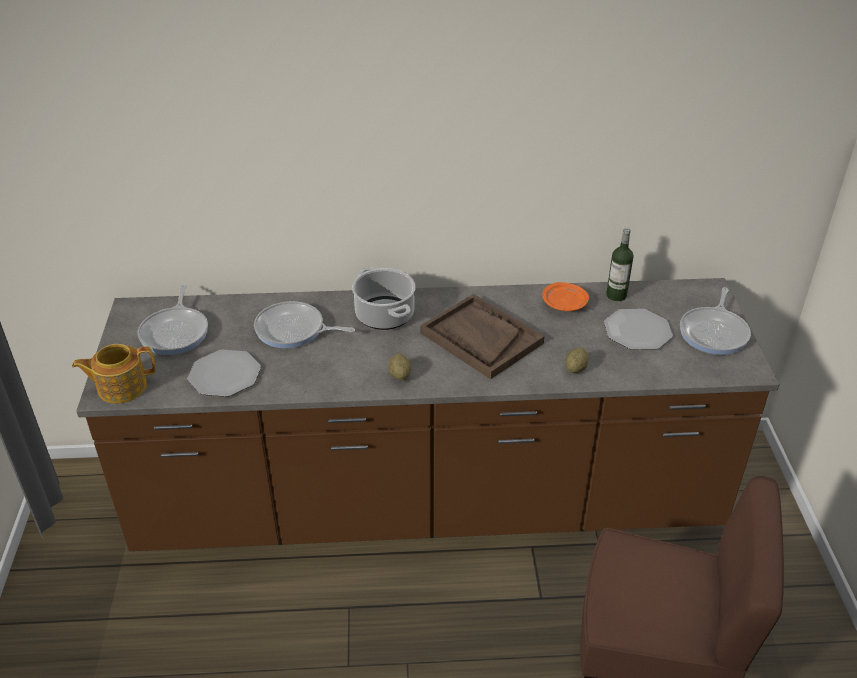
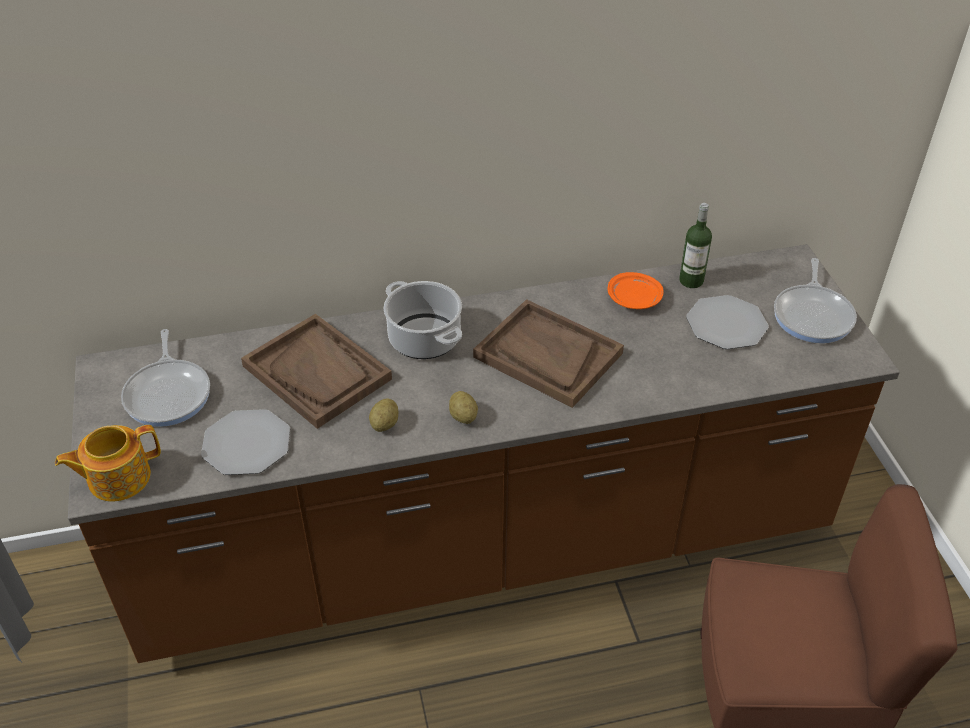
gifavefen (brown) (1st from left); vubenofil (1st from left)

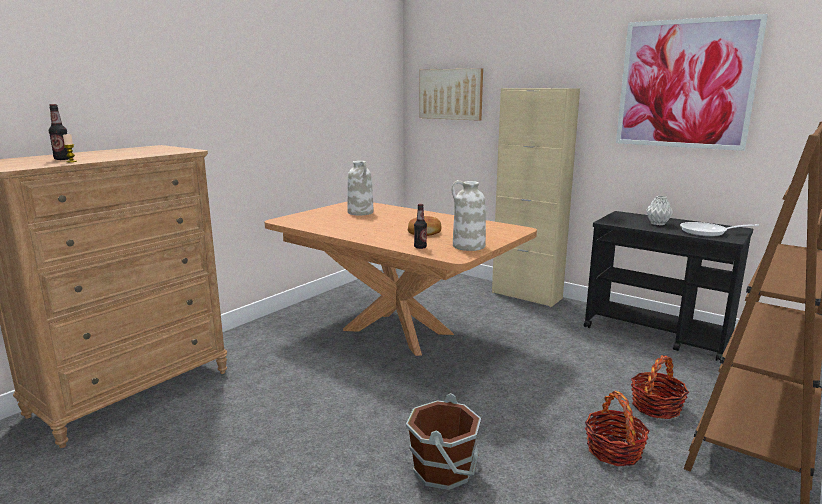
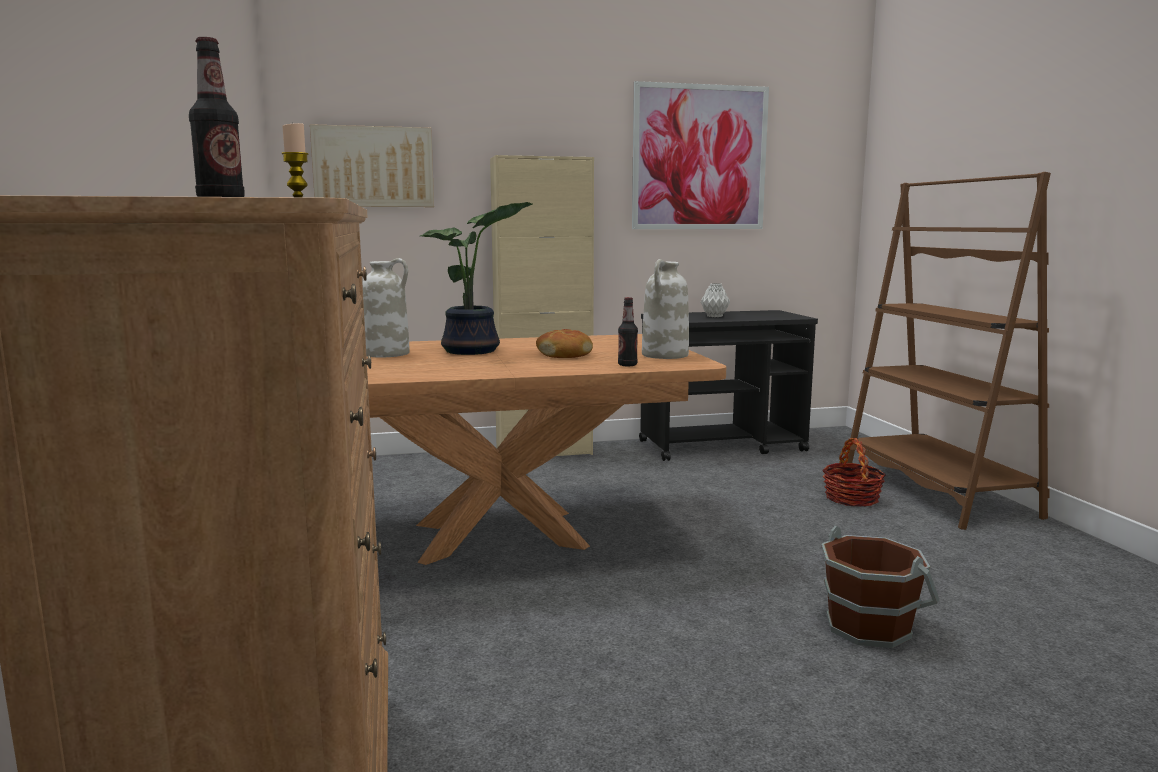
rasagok (1st from left in the first image); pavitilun; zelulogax

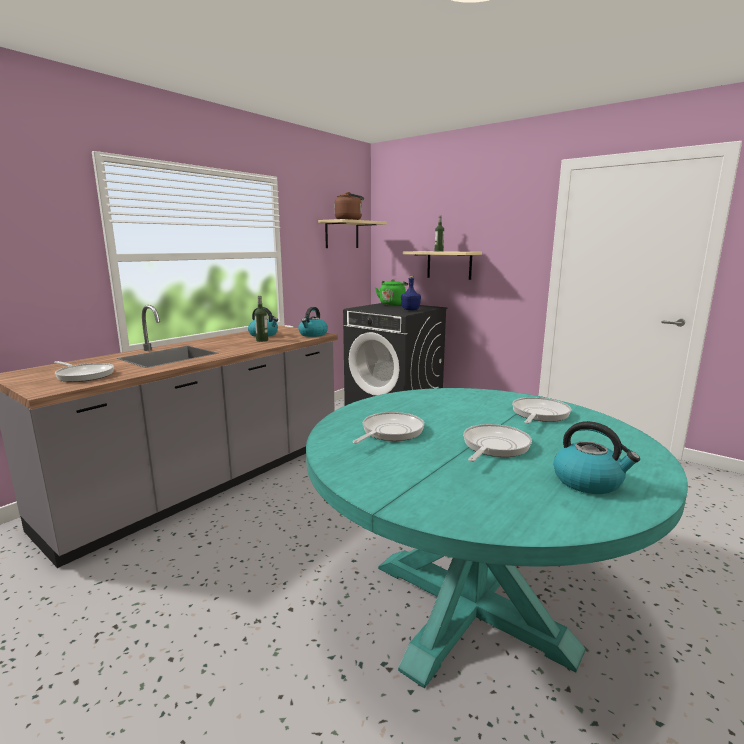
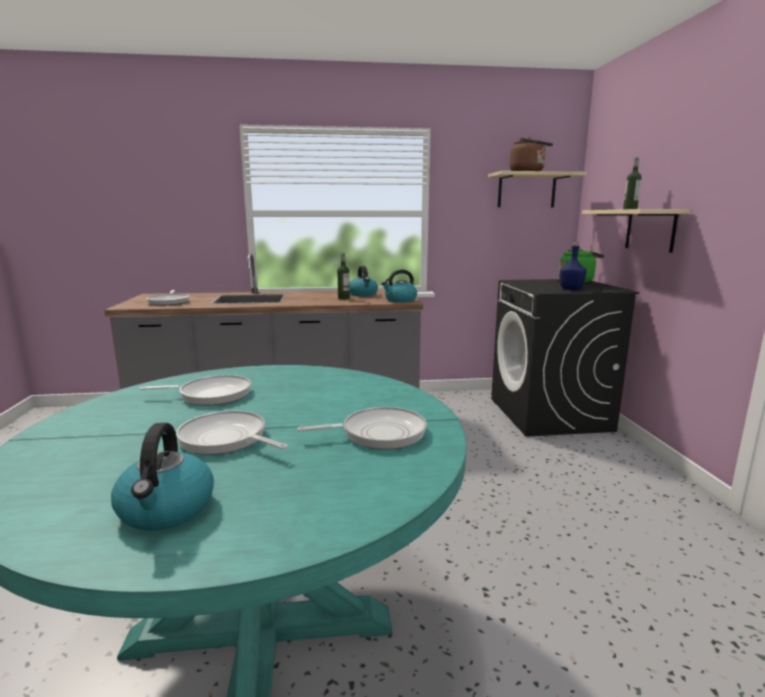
pavitilun (3rd from left)

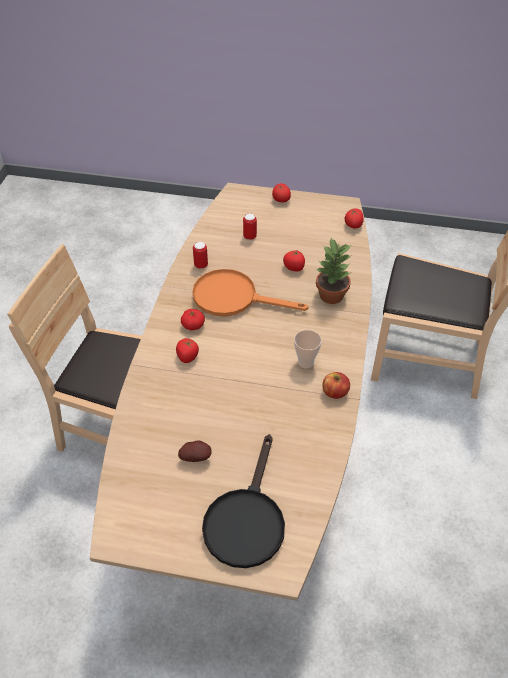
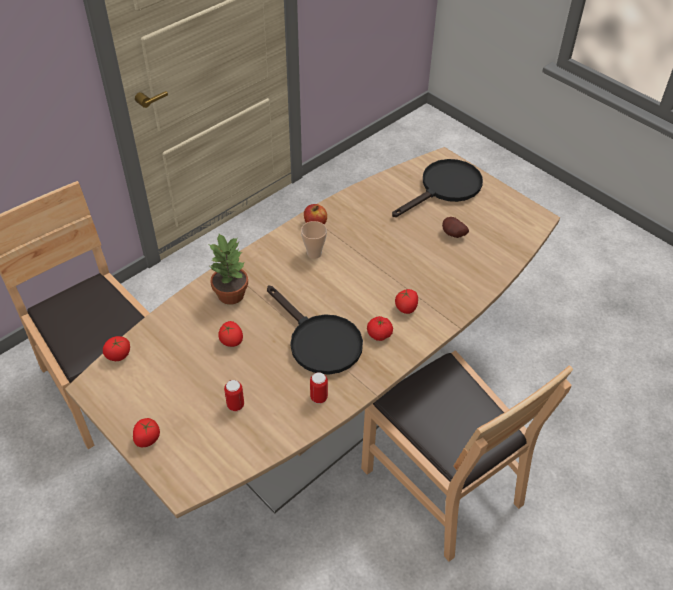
pavitilun (black) (1st from left)

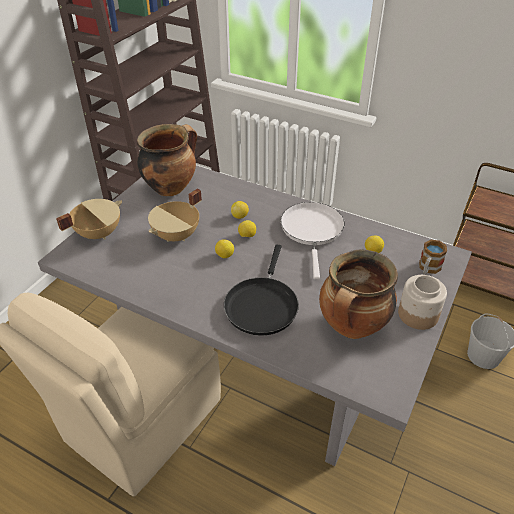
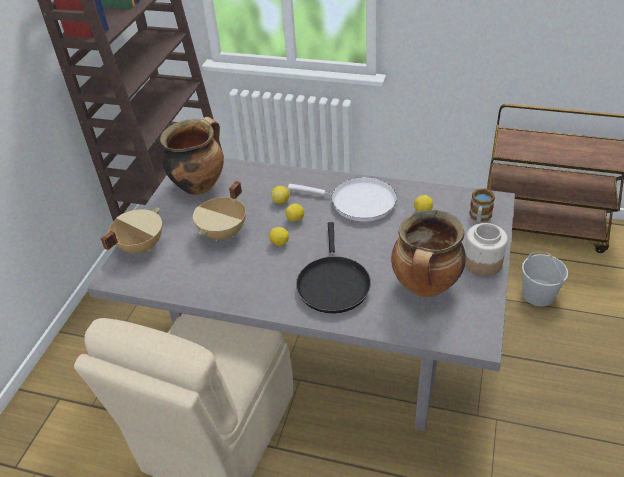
pavitilun (white)

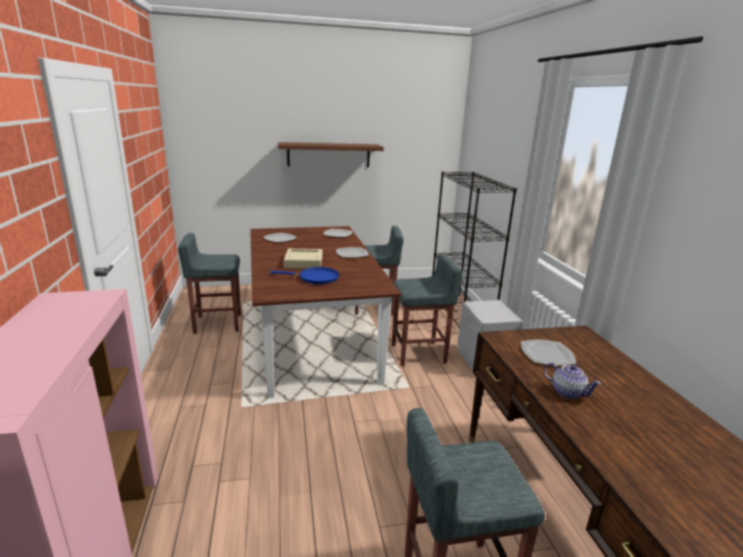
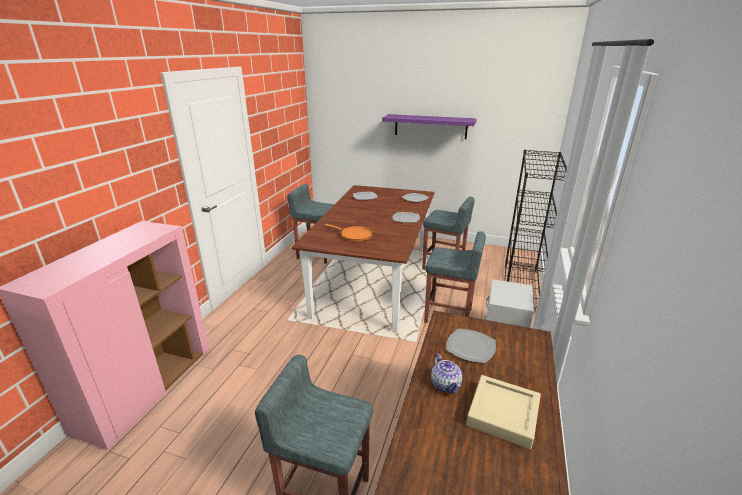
pavitilun (orange); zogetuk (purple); gifavefen (beige)

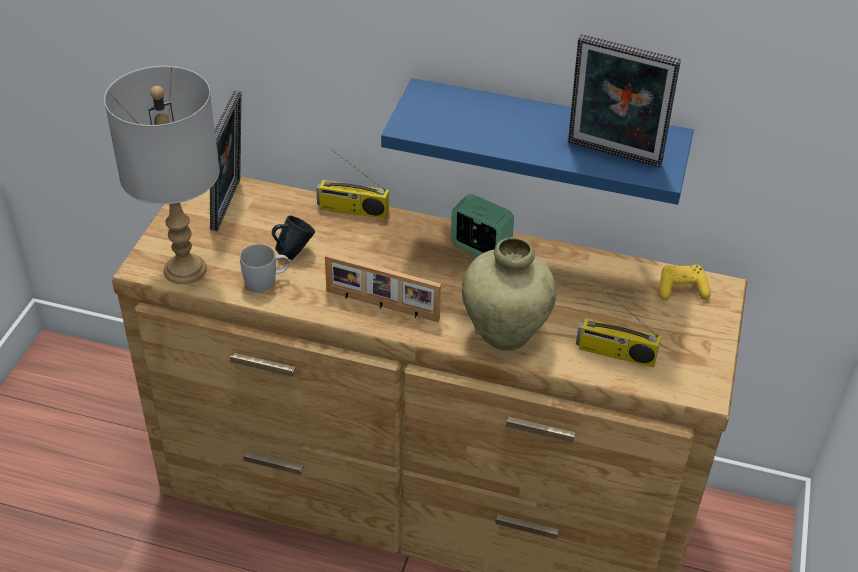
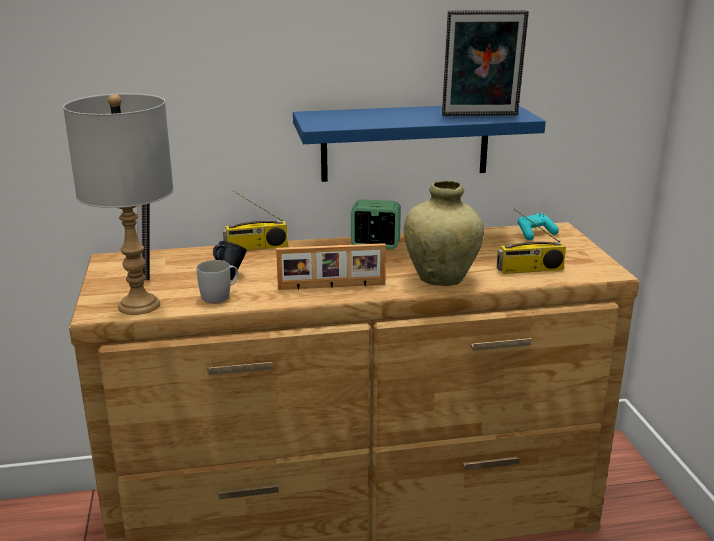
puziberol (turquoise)

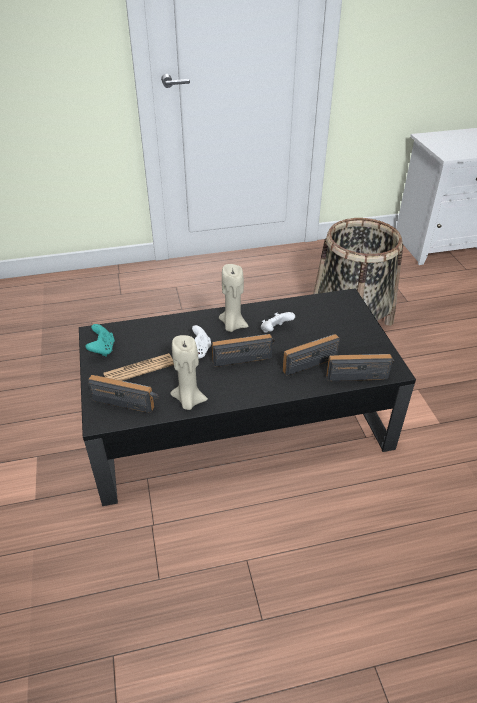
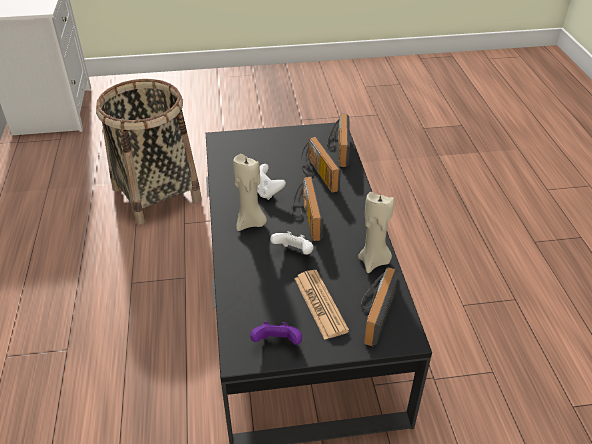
puziberol (purple)

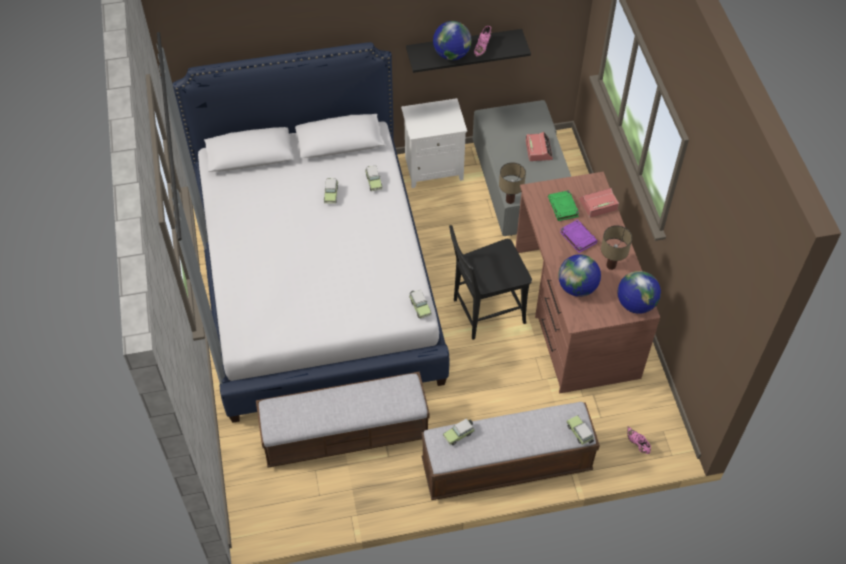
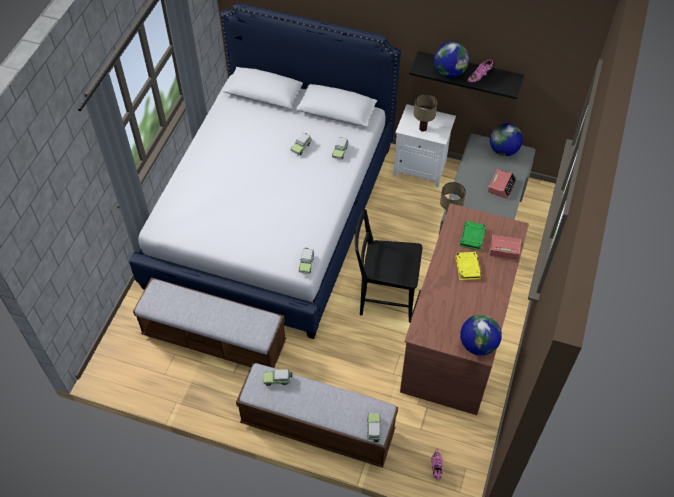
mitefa (3rd from left); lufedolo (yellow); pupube (1st from left)

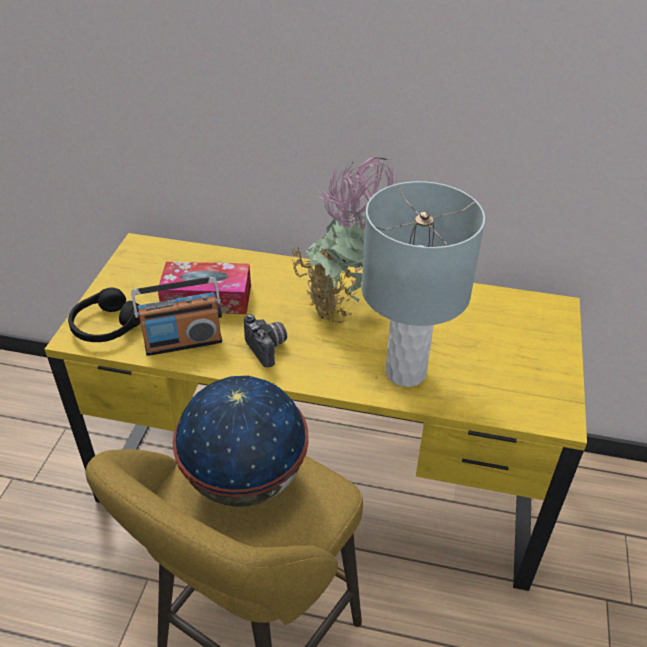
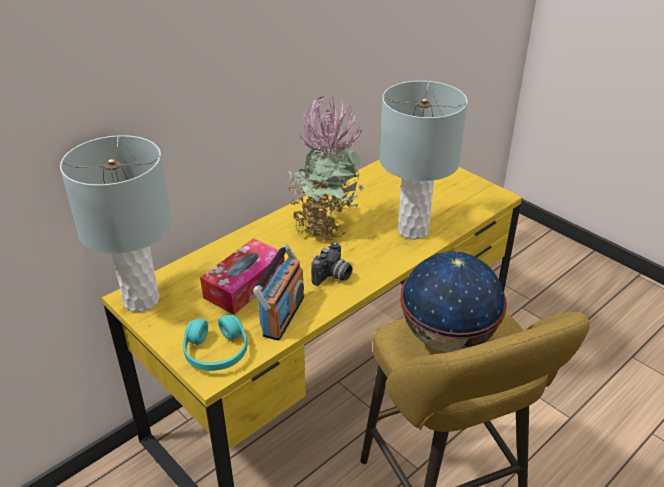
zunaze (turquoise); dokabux; pupube (grey) (1st from left)

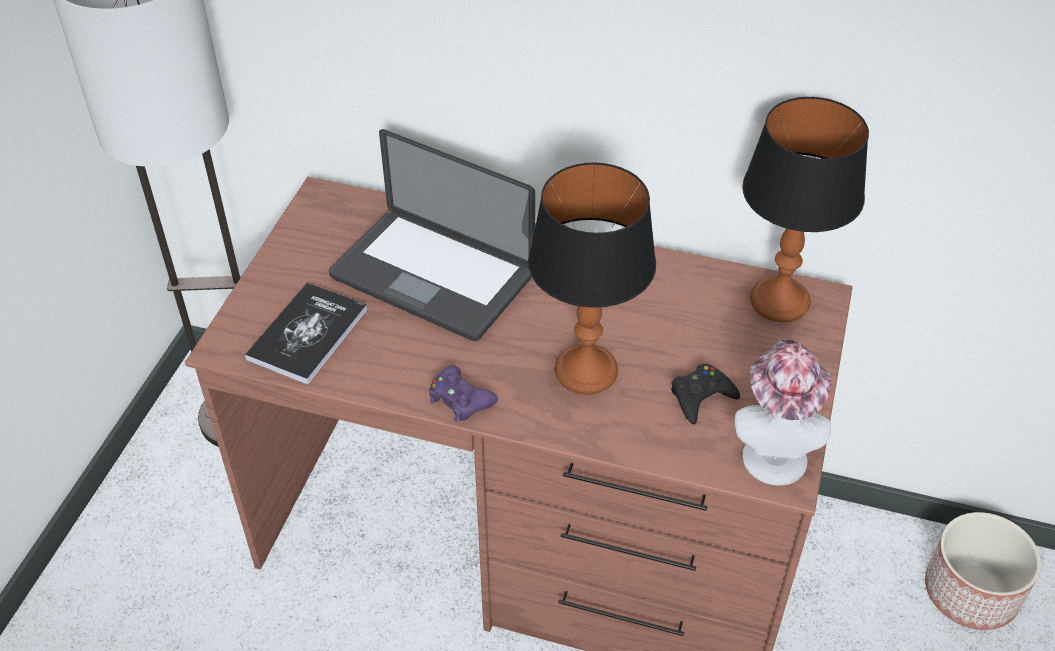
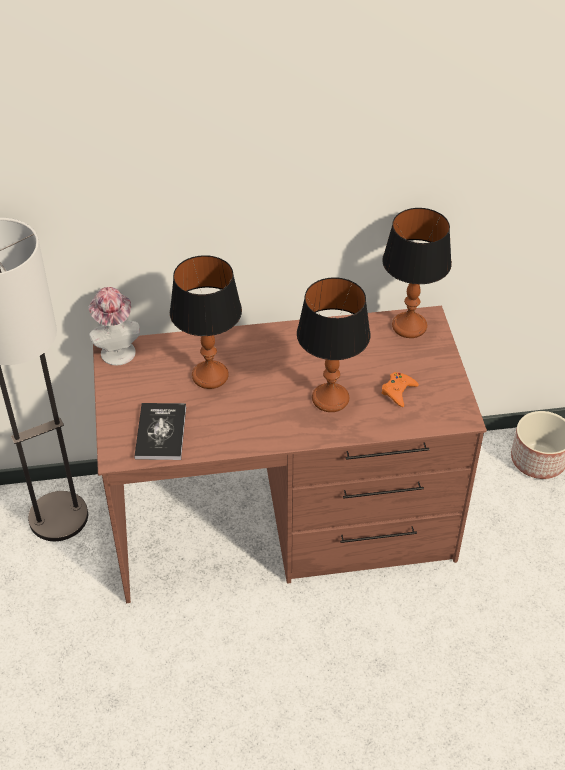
pupube (1st from left); puziberol (purple); puziberol (orange); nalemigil

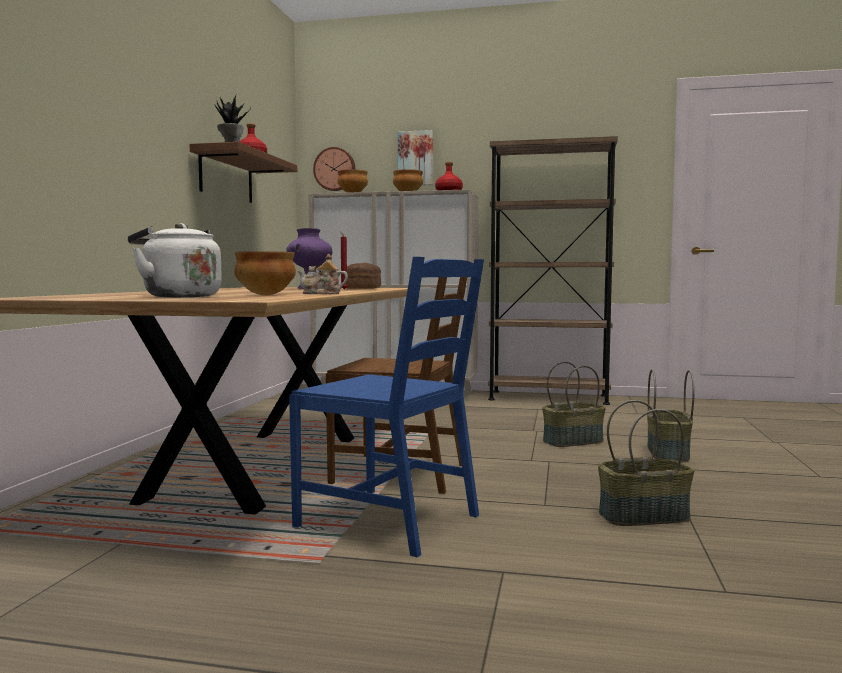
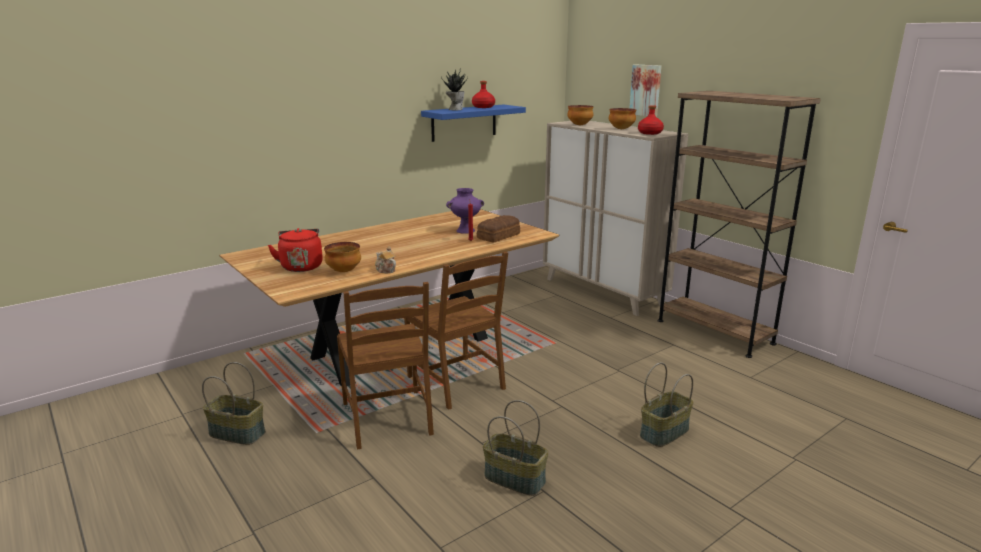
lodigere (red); zogetuk (blue); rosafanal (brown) (1st from left); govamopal; rasagok (1st from left)

